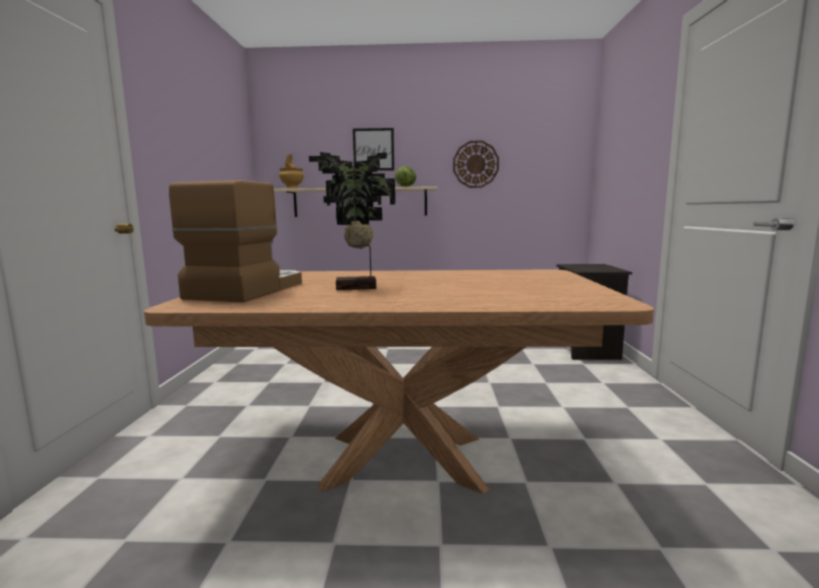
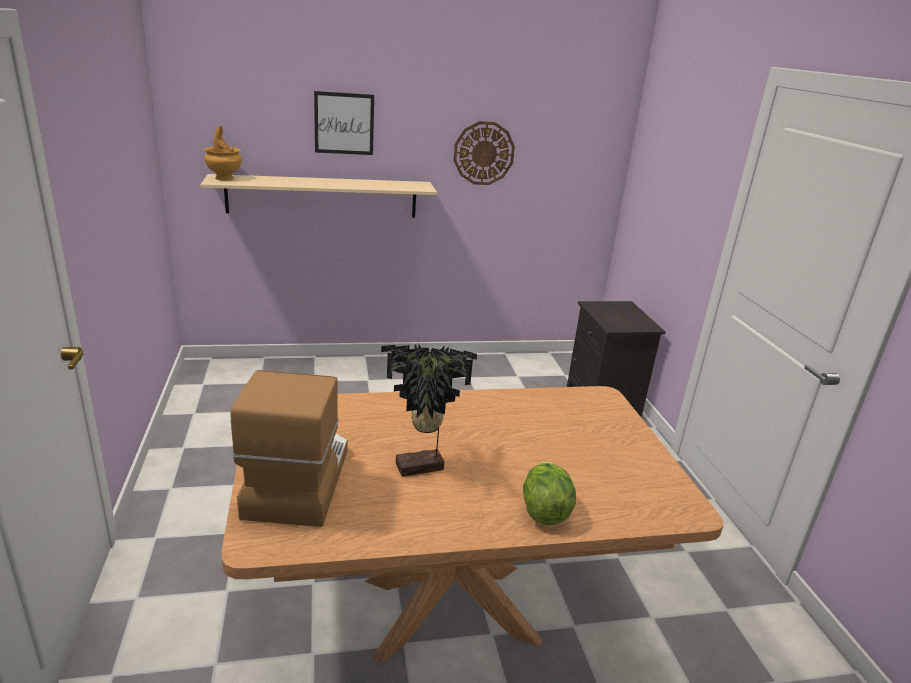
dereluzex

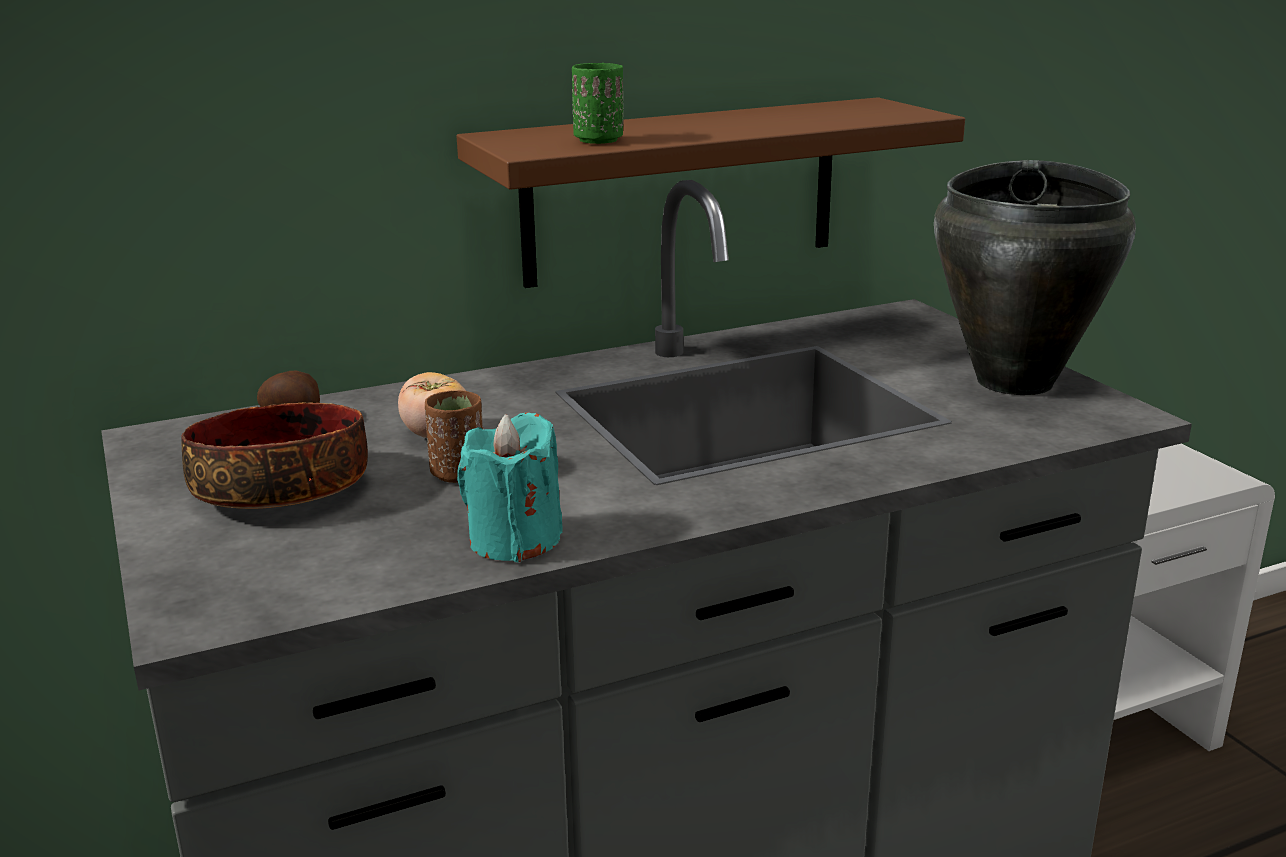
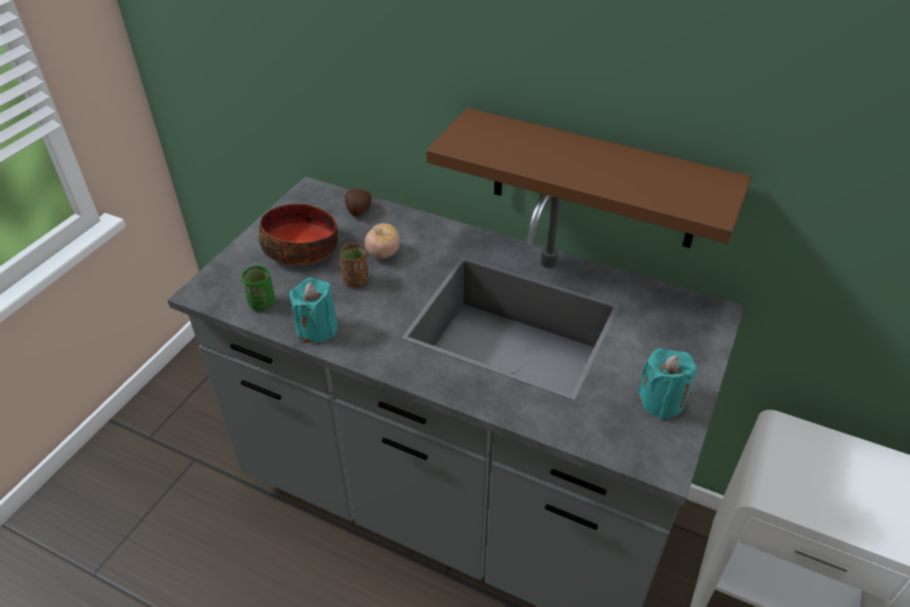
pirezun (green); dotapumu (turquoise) (2nd from left)

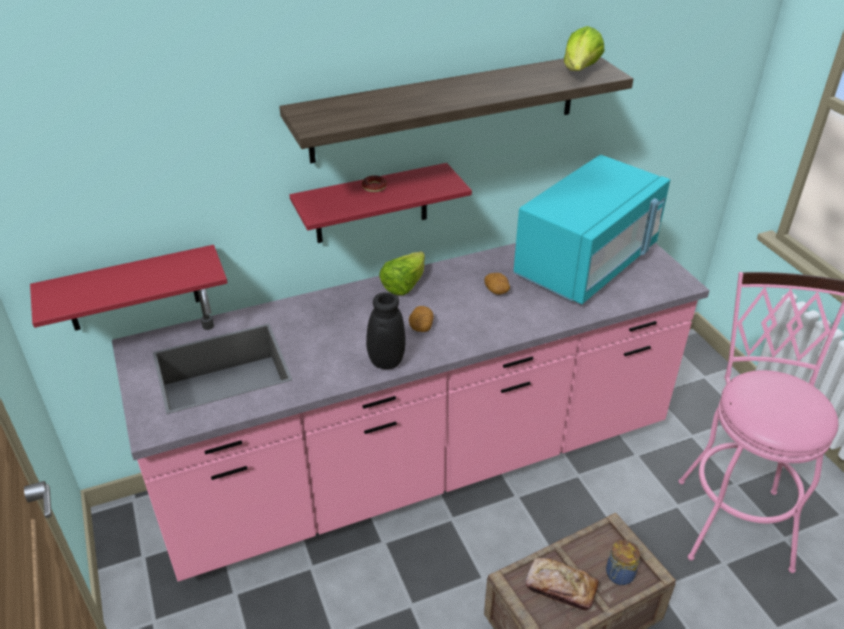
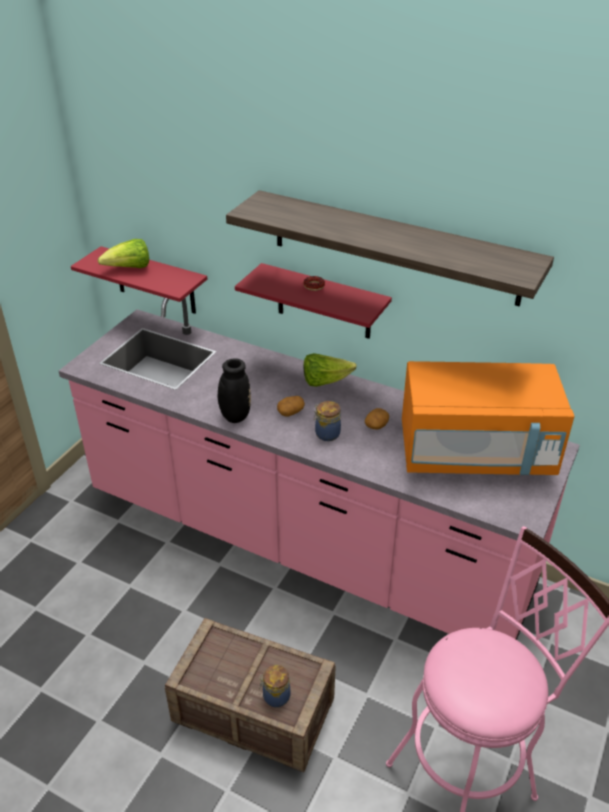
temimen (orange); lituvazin; dereluzex (1st from left); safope (2nd from left)

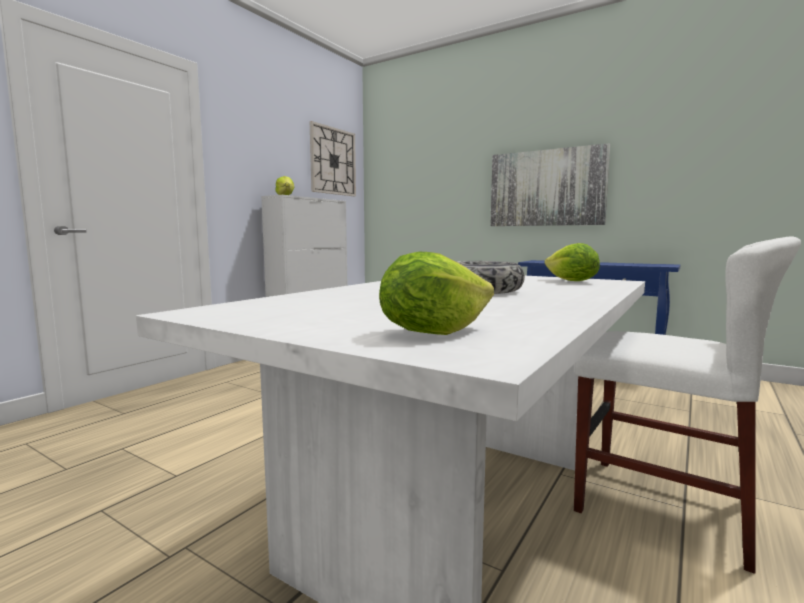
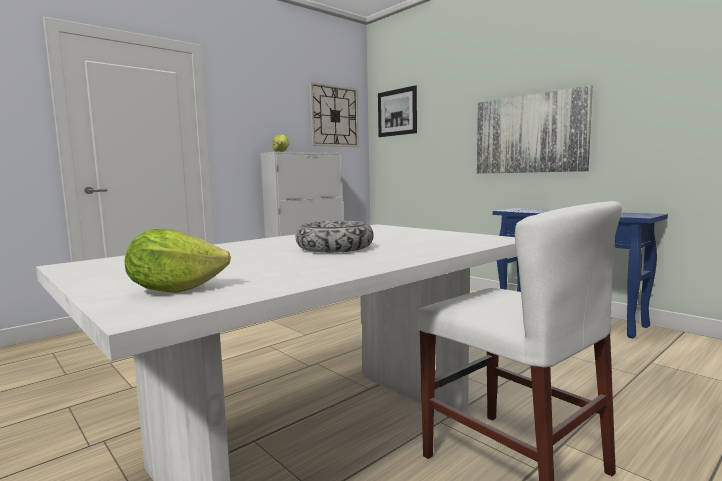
dereluzex (3rd from left in the first image); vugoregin (1st from left)

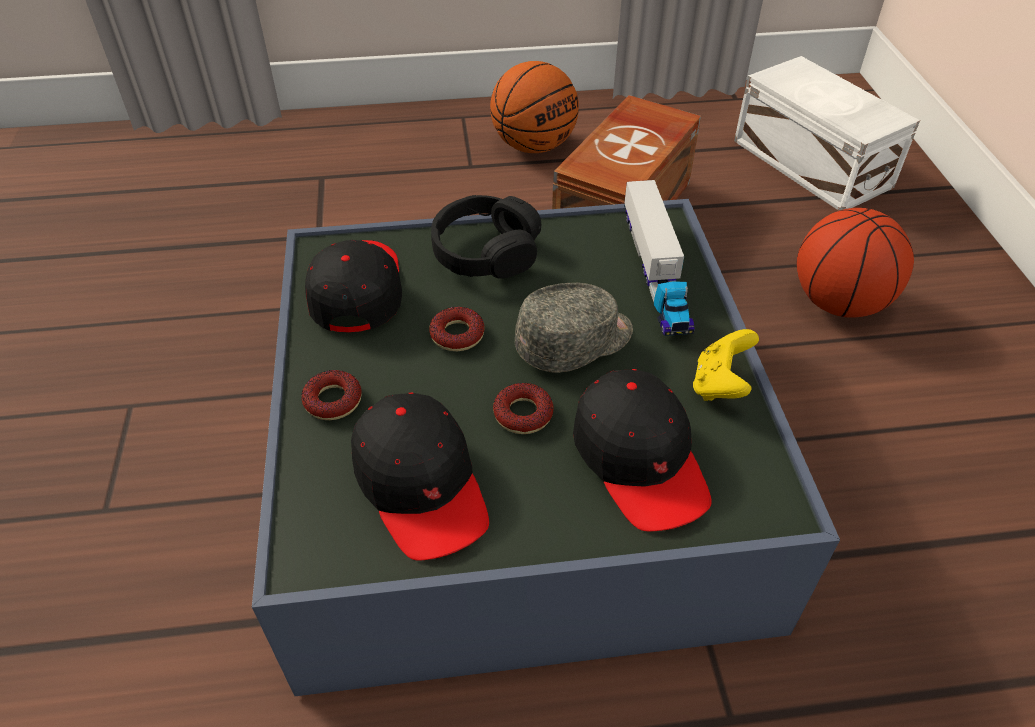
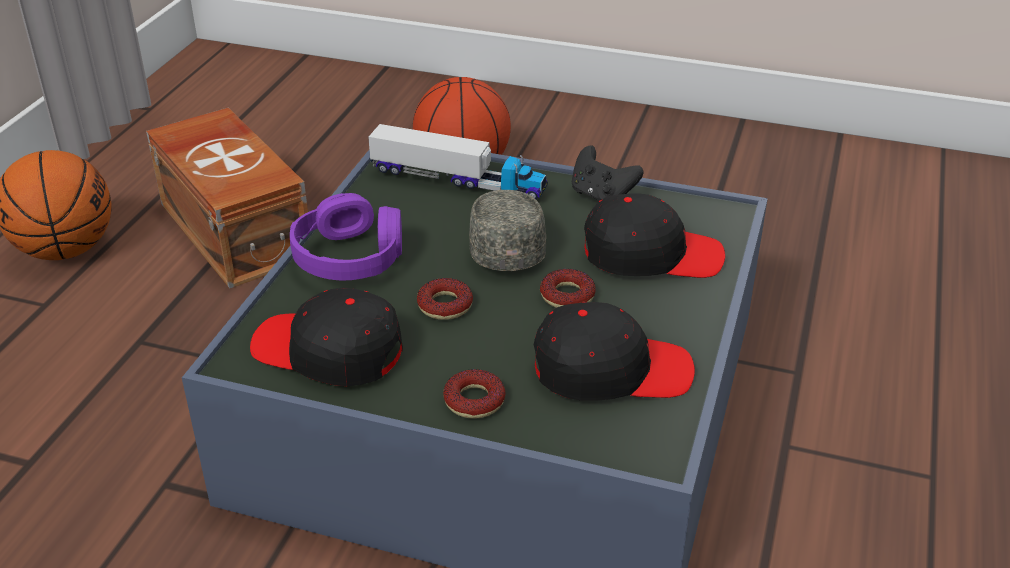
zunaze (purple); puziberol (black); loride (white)

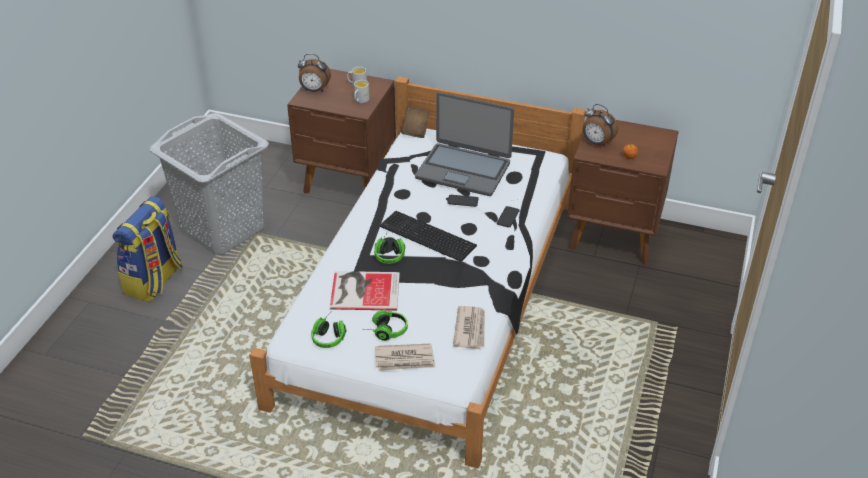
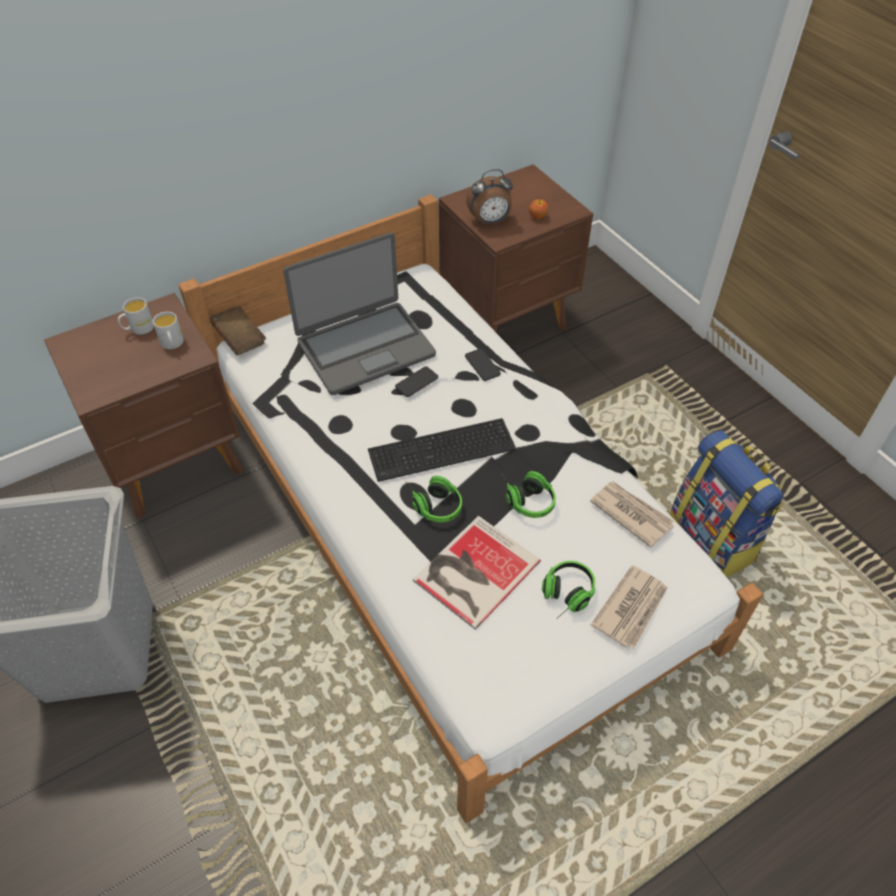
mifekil; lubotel (1st from left in the first image); zunaze (2nd from left)

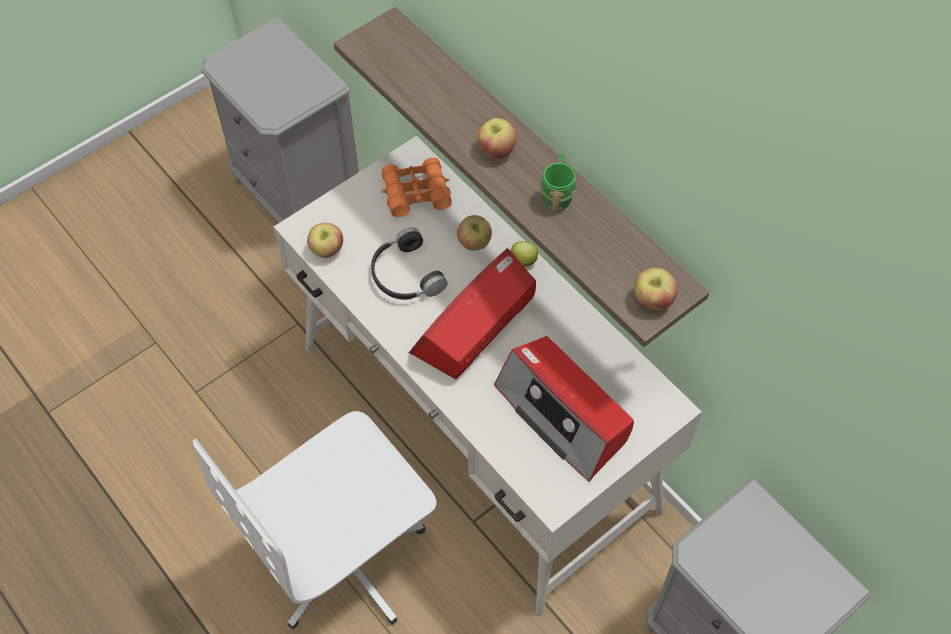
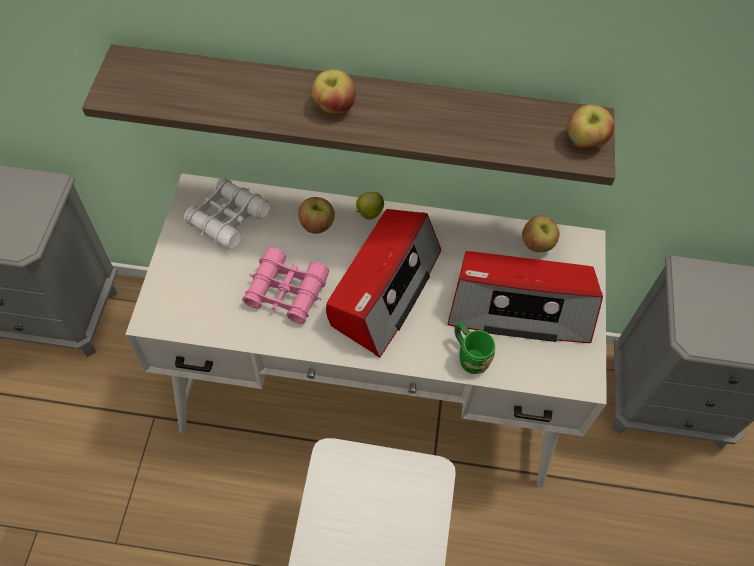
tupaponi (4th from left); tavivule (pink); tavivule (white); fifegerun (1st from left); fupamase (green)

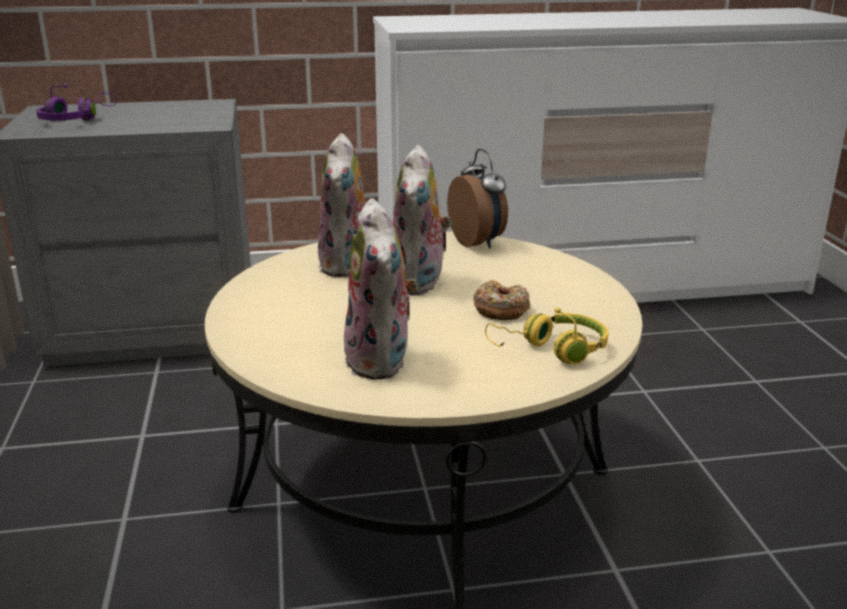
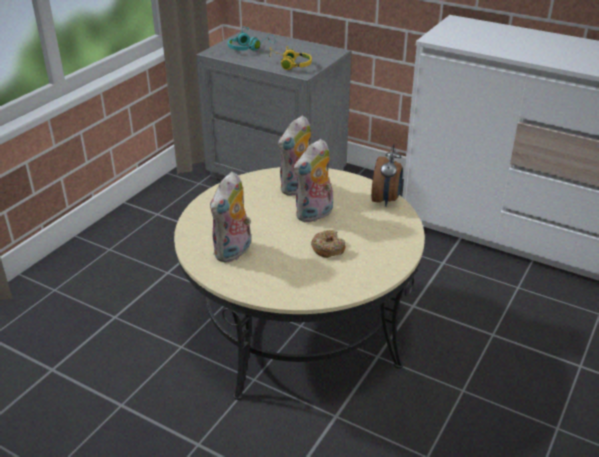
zunaze (turquoise); zunaze (yellow)

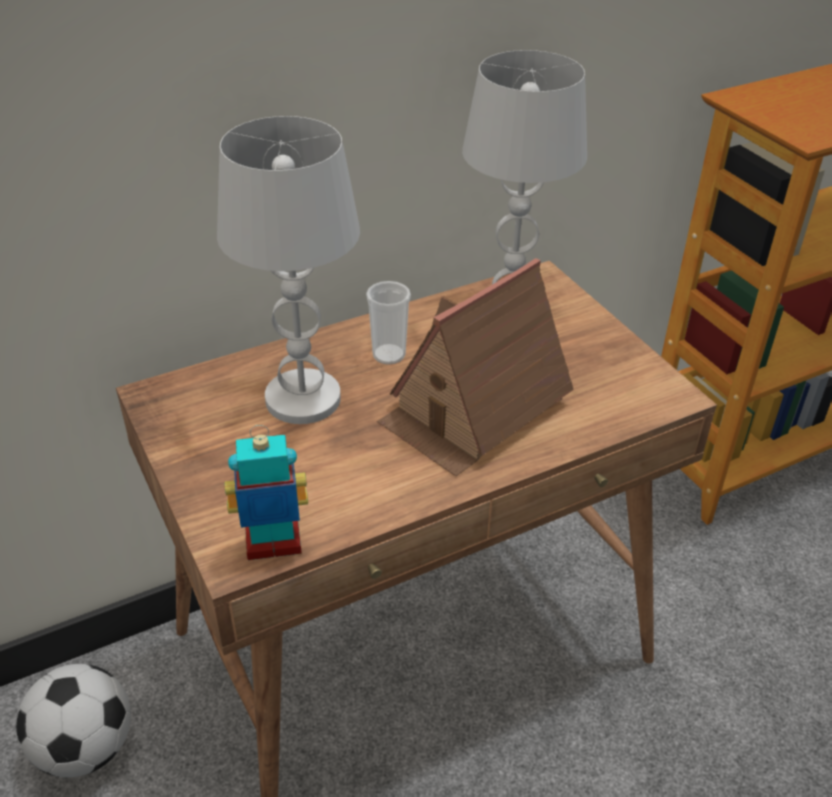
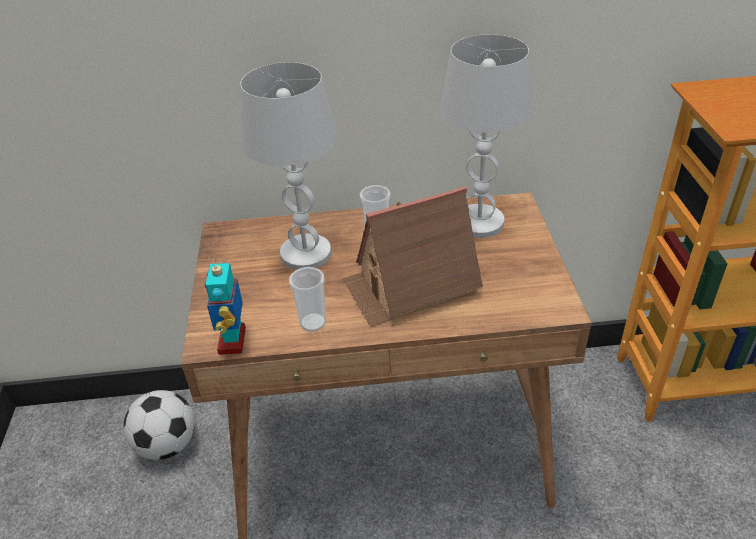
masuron; pirezun (1st from left)

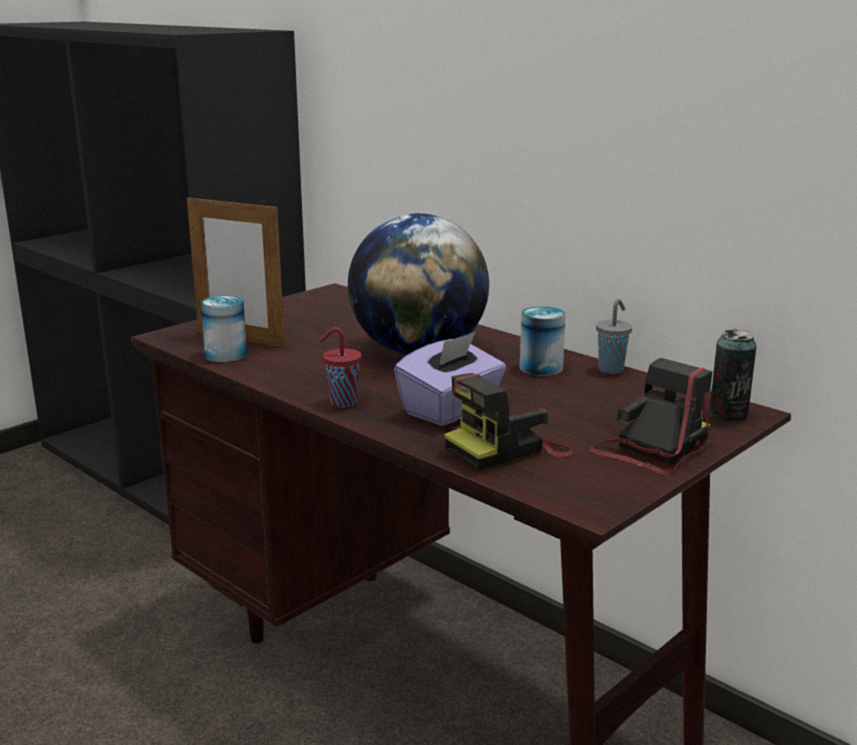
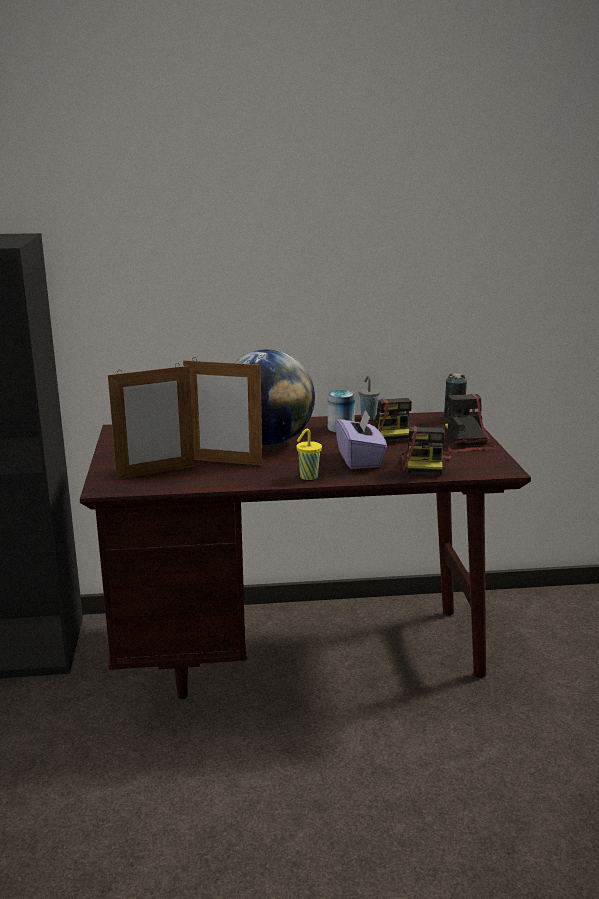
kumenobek (1st from left in the first image); pirezun (yellow); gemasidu (2nd from left); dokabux (1st from left)

